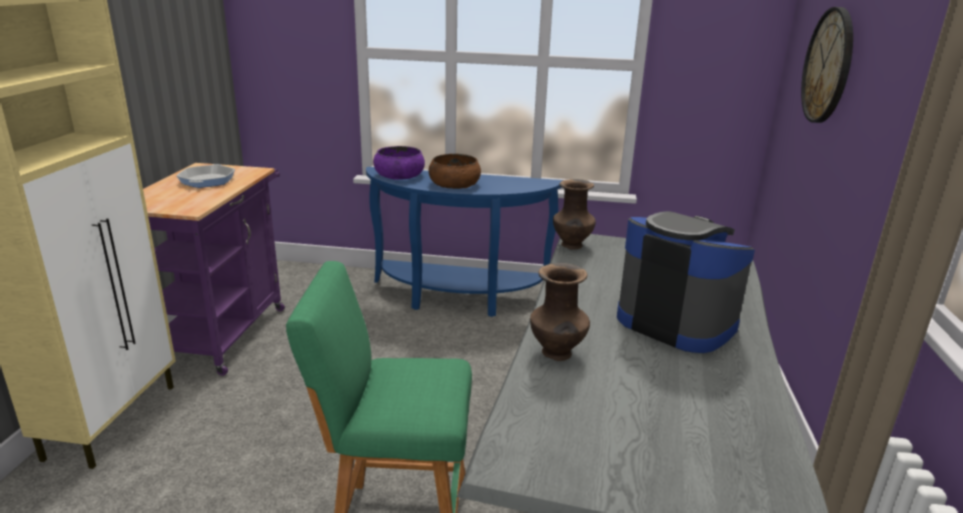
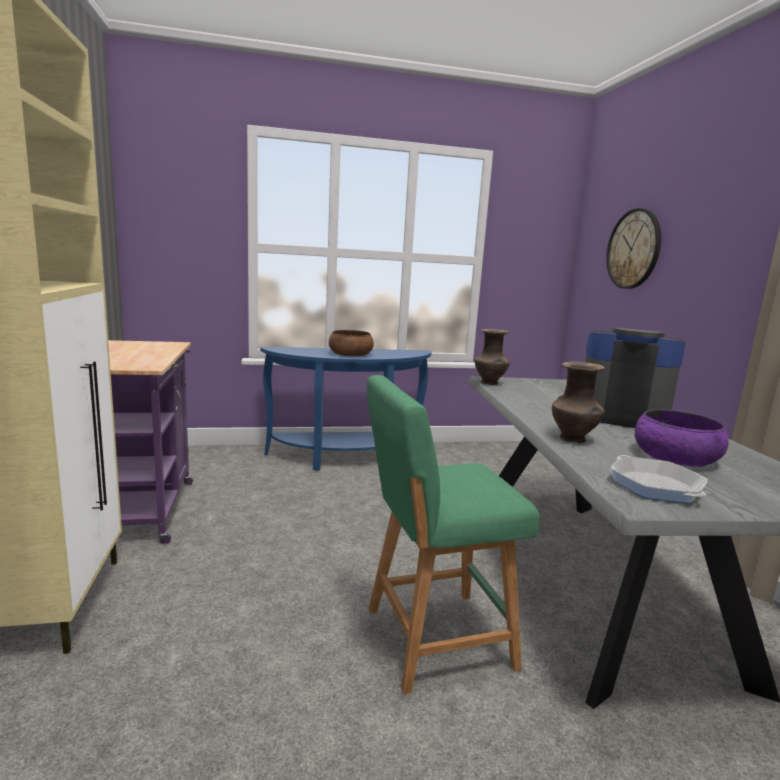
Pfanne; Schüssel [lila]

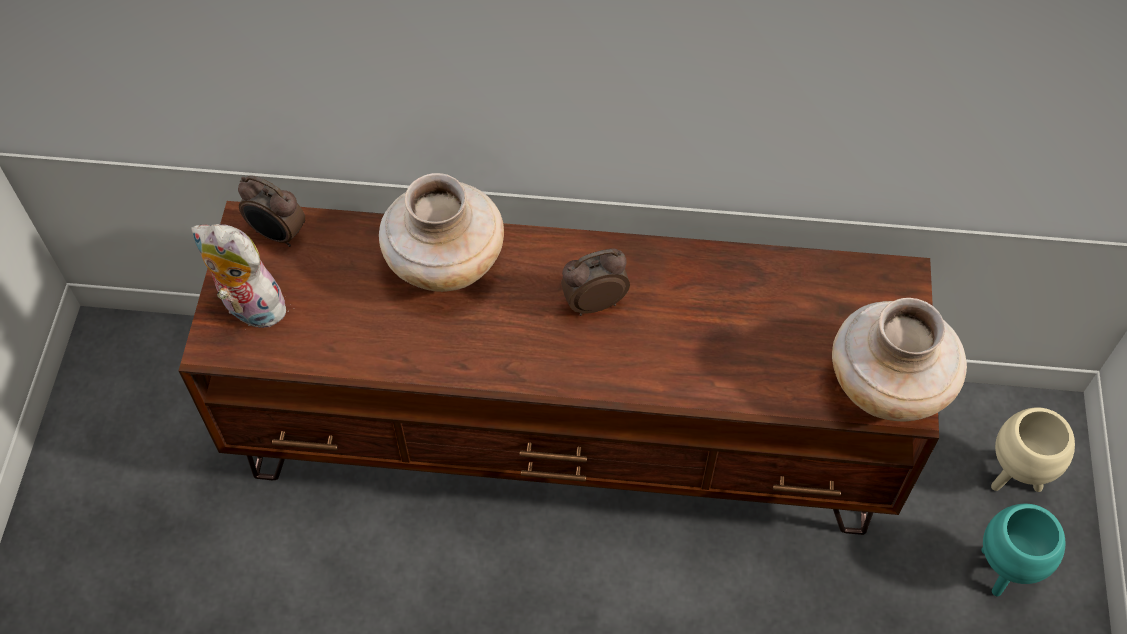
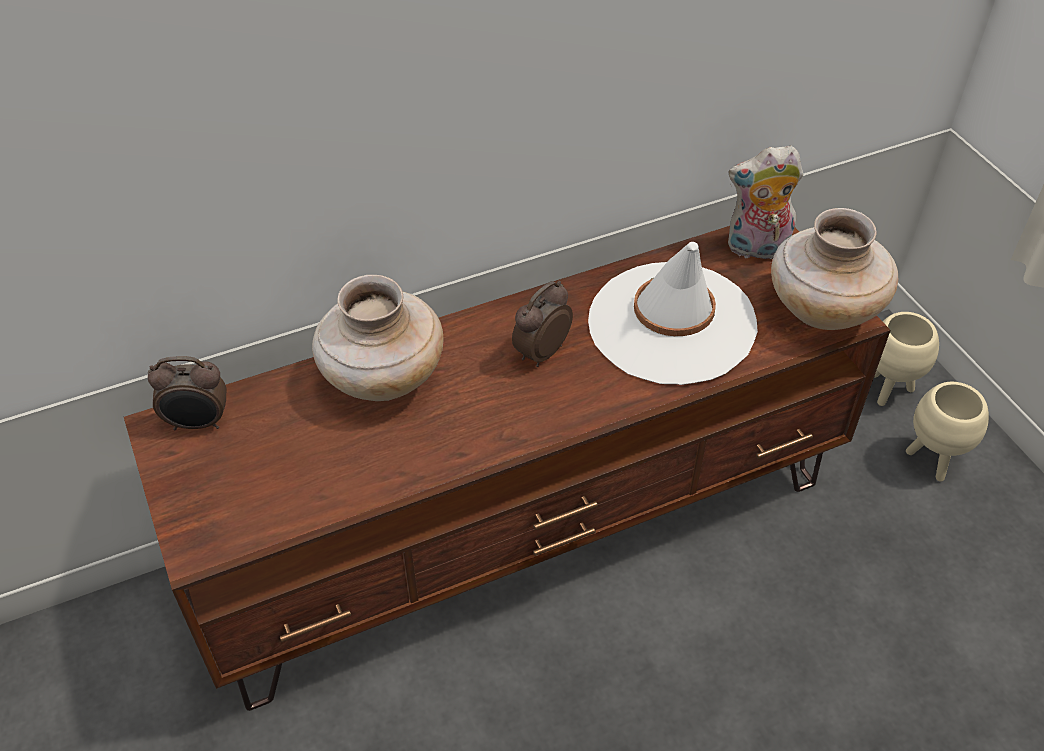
Hut [weiß]; Plüschtier; Pflanzkübel [beige] (2nd from left)

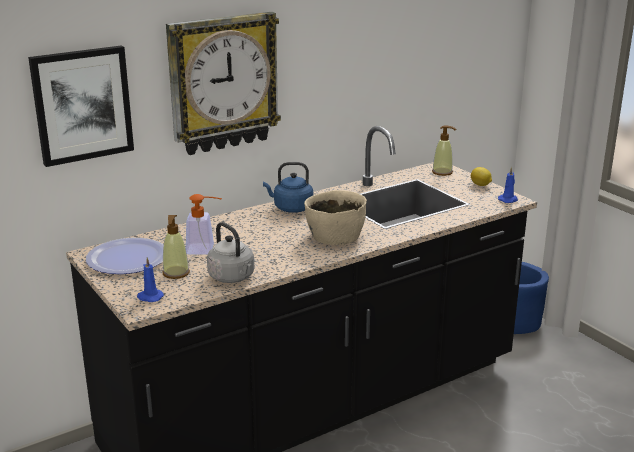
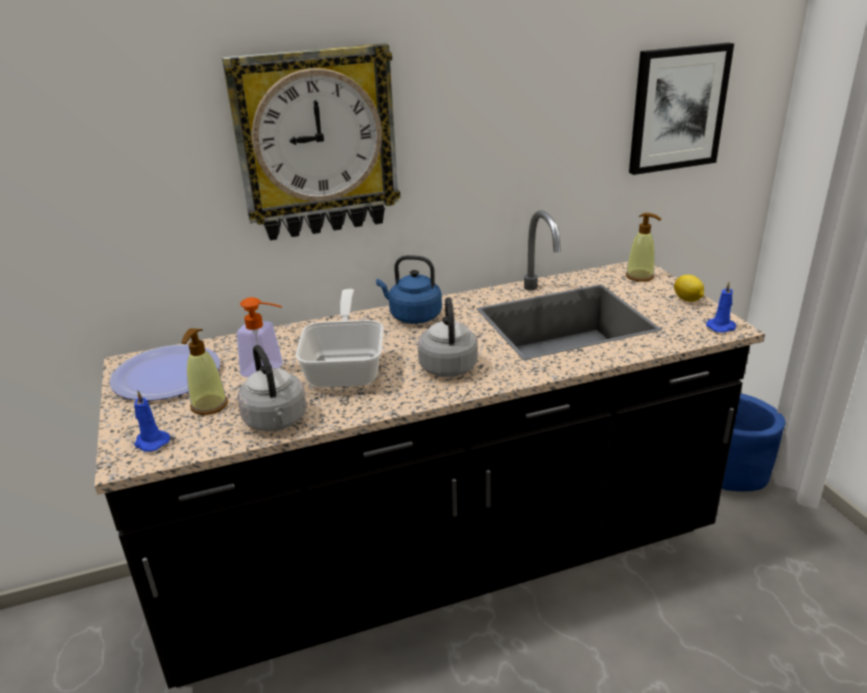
Pfanne; Bild; Wasserkessel [grau] (2nd from left)

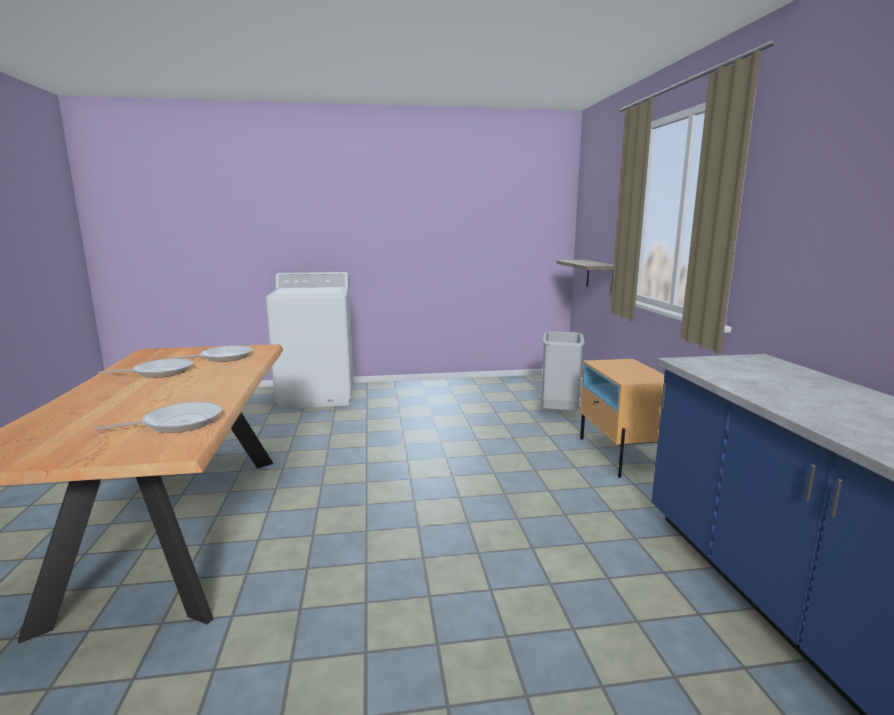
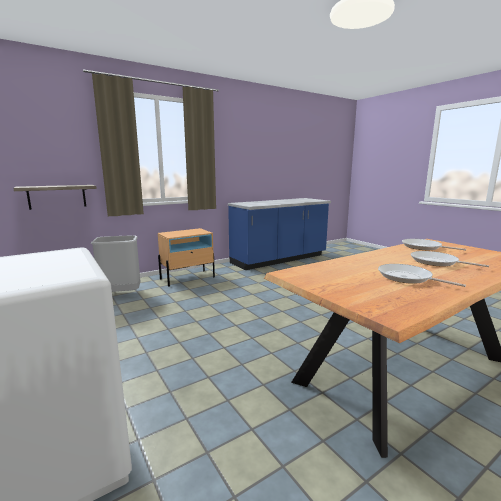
Pfanne (3rd from left)

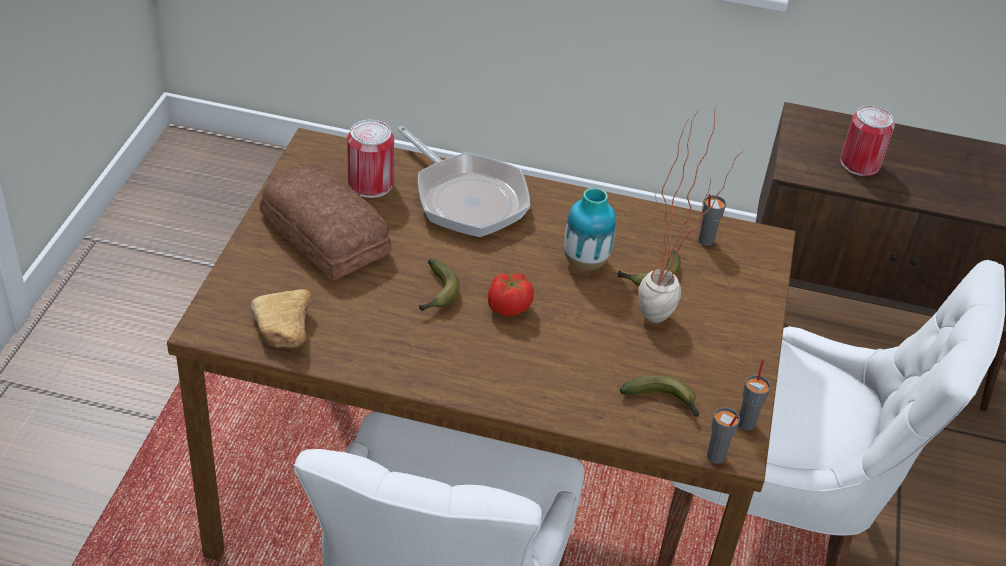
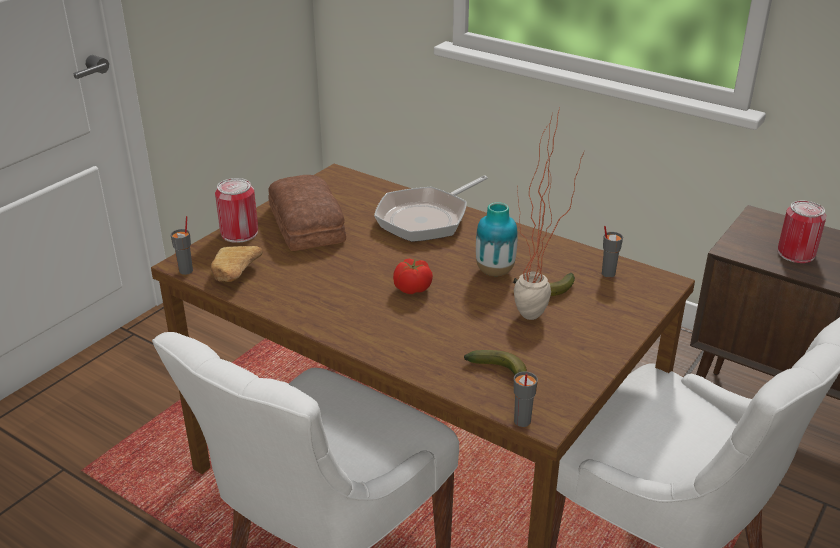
Banane (1st from left in the first image); Dose (1st from left); Tasse [grau] (1st from left); Pfanne

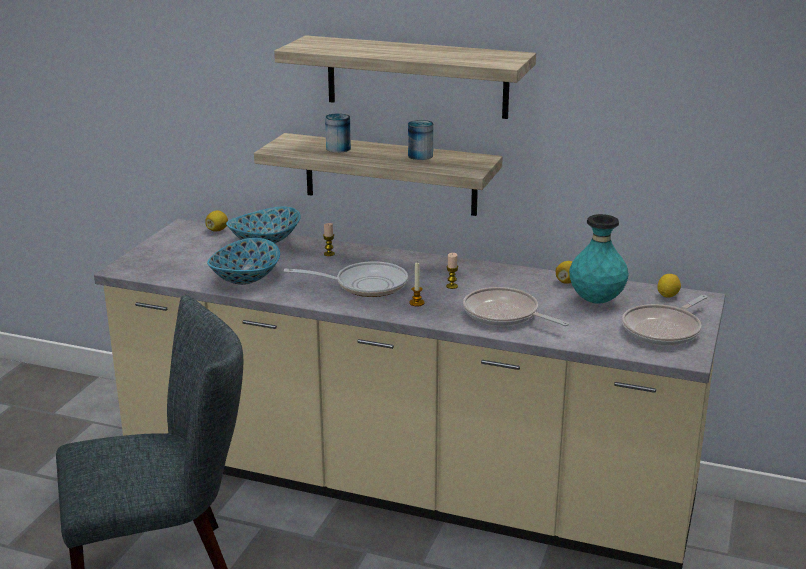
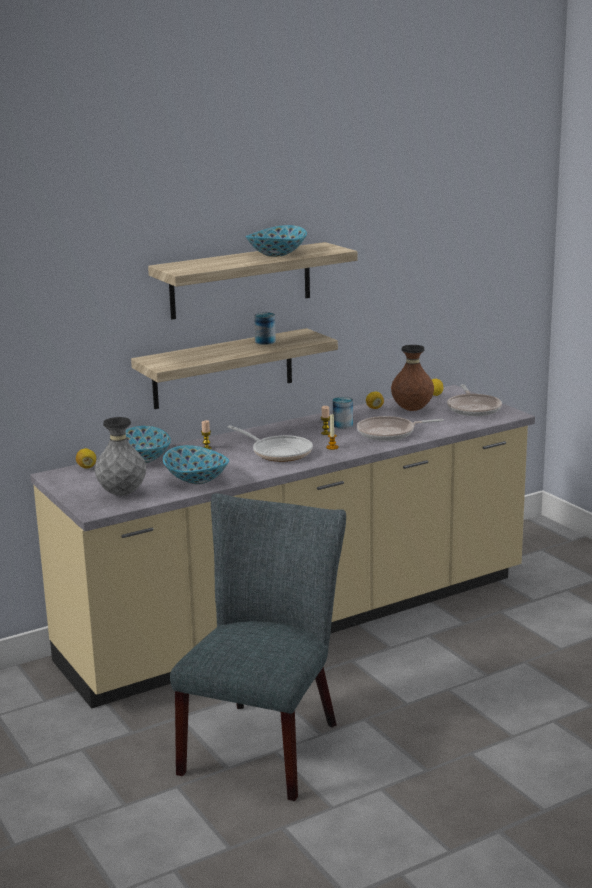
Vase [grau]; Schüssel (3rd from left); Dose (2nd from left); Vase [braun]; Pfanne (1st from left)

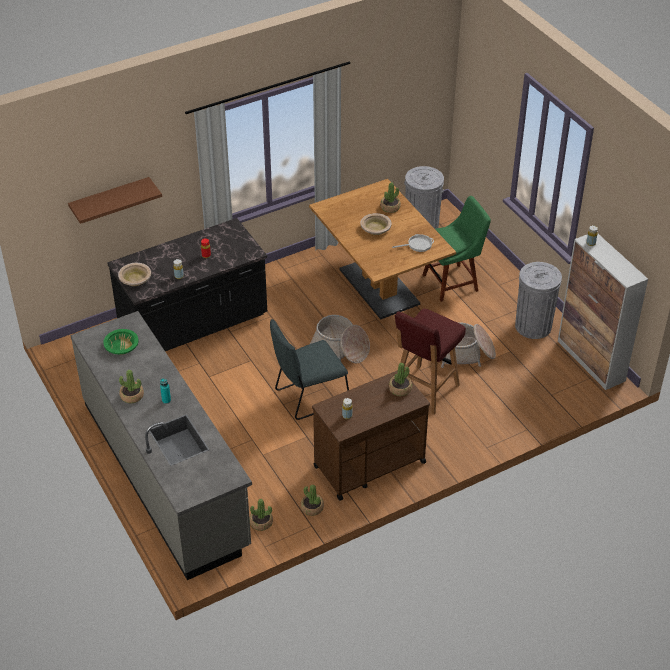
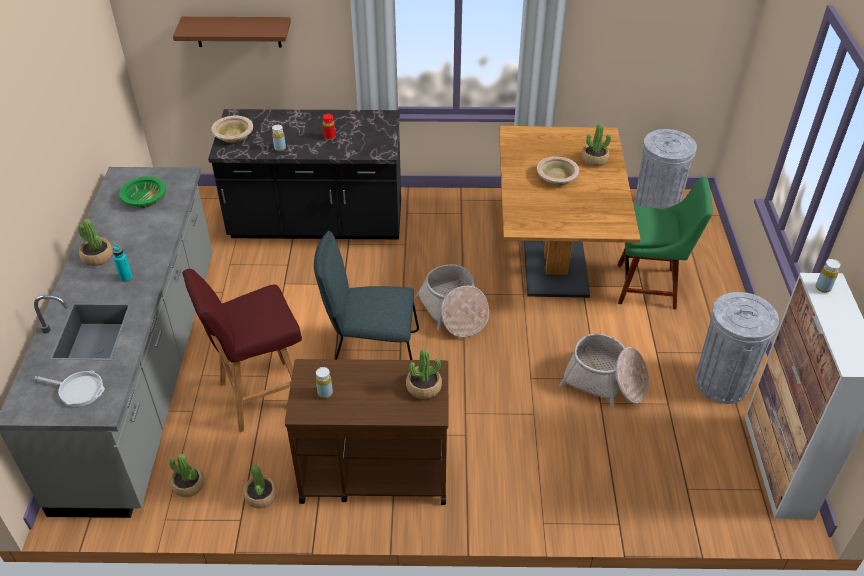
Pfanne; Hocker [rot]

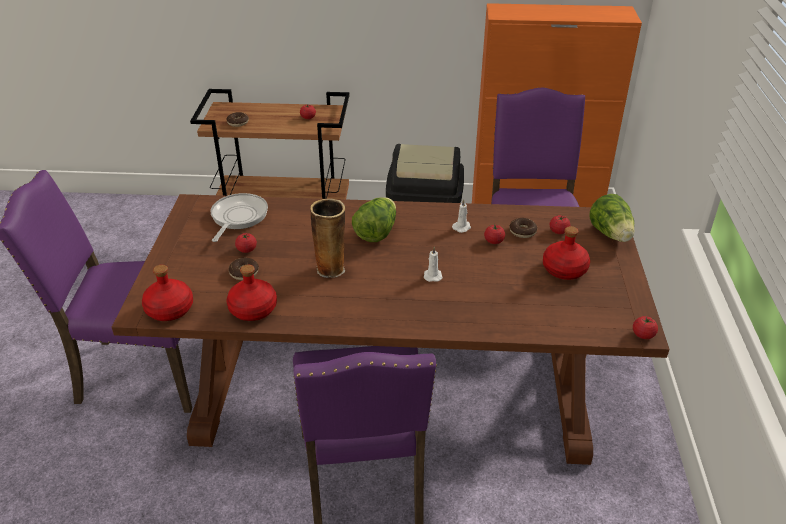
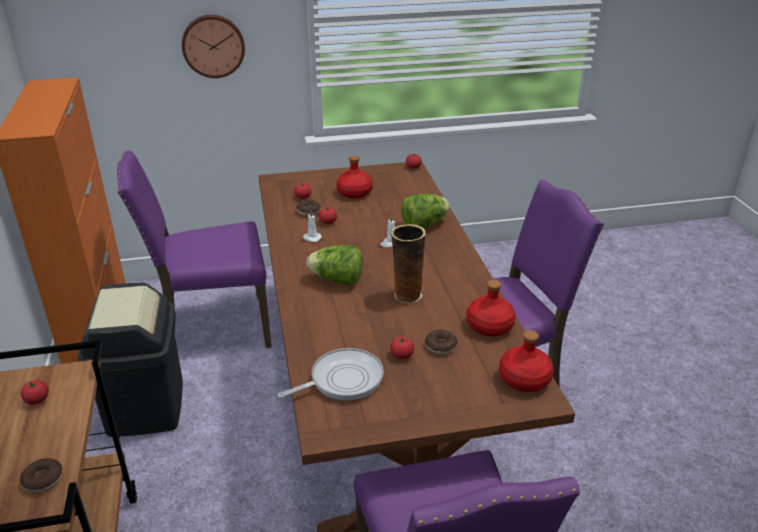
Wanduhr; Salatkopf (2nd from left); Pfanne

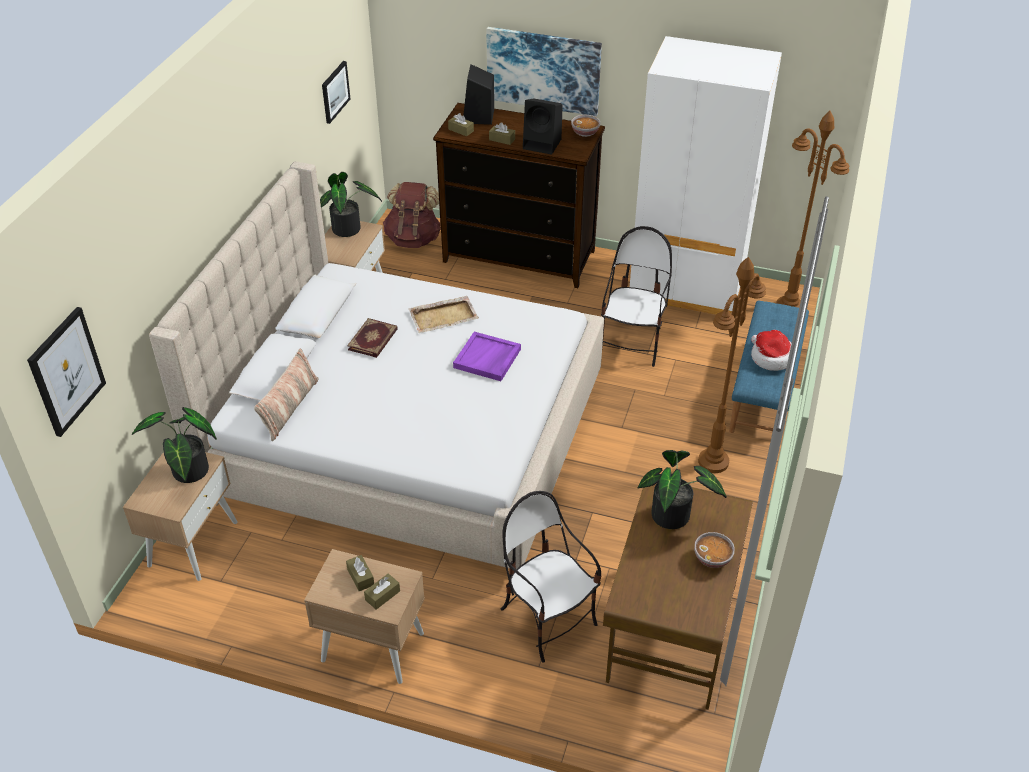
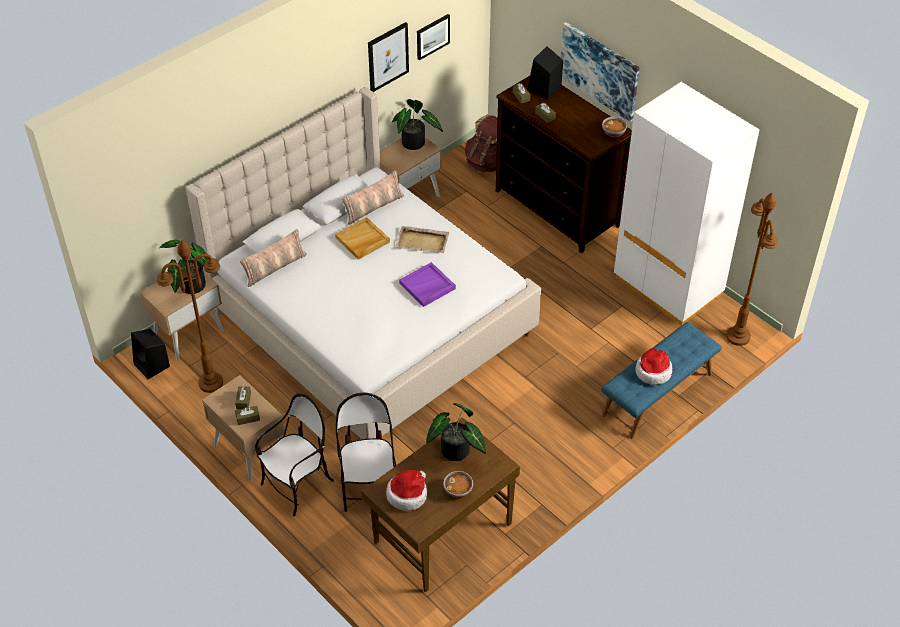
Kissen (2nd from left); Hut (1st from left); Bild (1st from left); Lautsprecher [schwarz] (1st from left); Stuhl (1st from left); Stehlampe [braun] (1st from left); Tablett [beige] (1st from left)

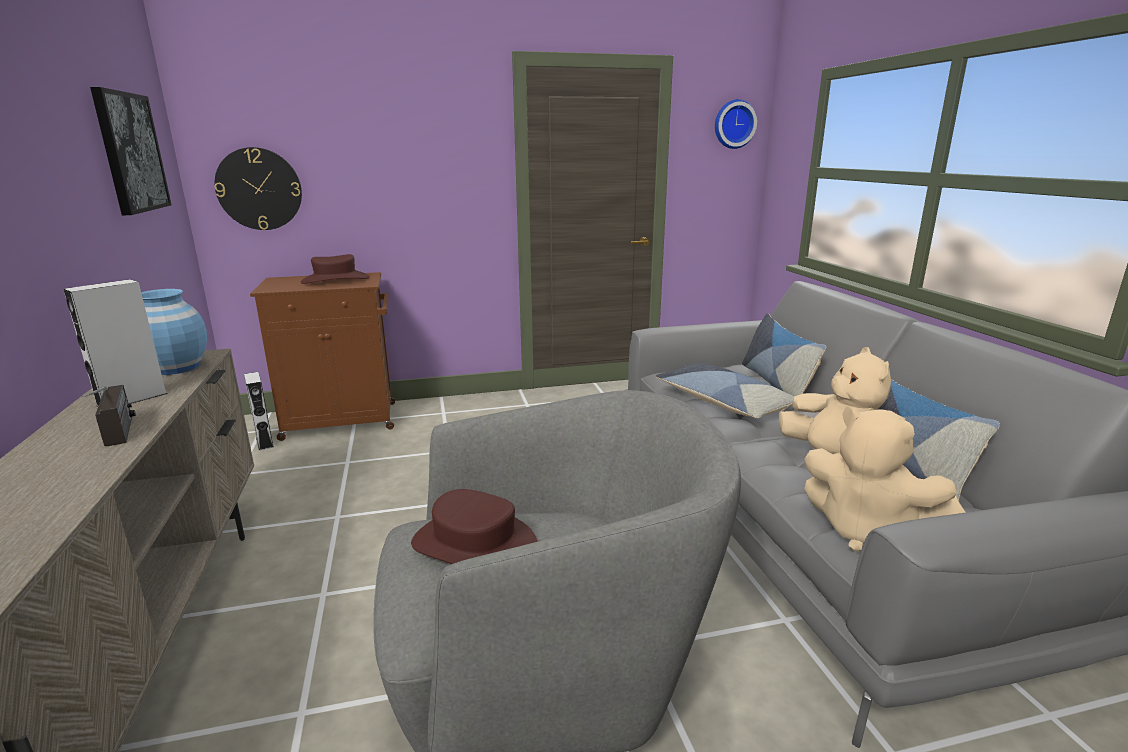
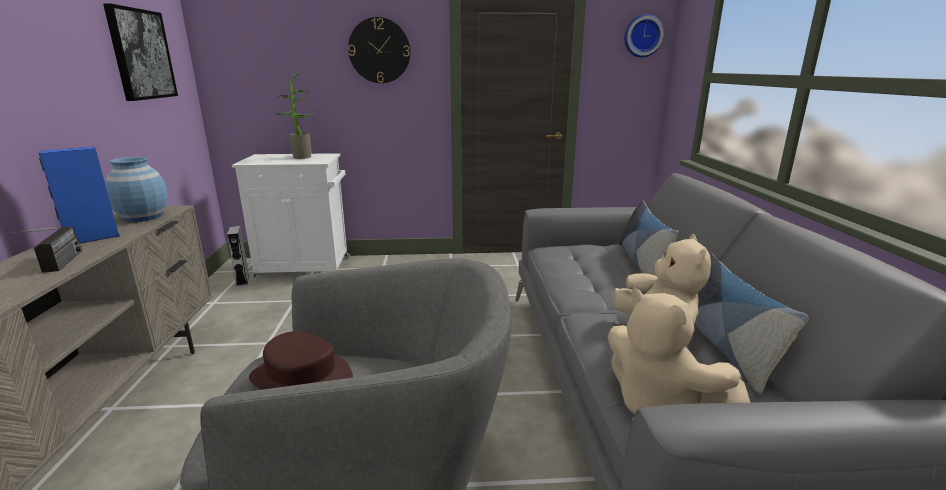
Kissen (1st from left in the first image); Wanduhr (1st from left); Topfpflanze; Lautsprecher [blau]; Schrank [weiß]

